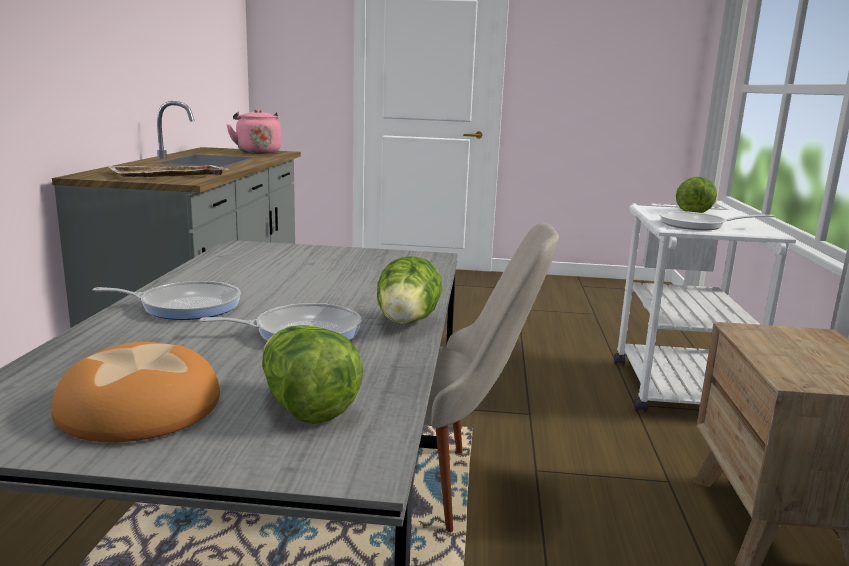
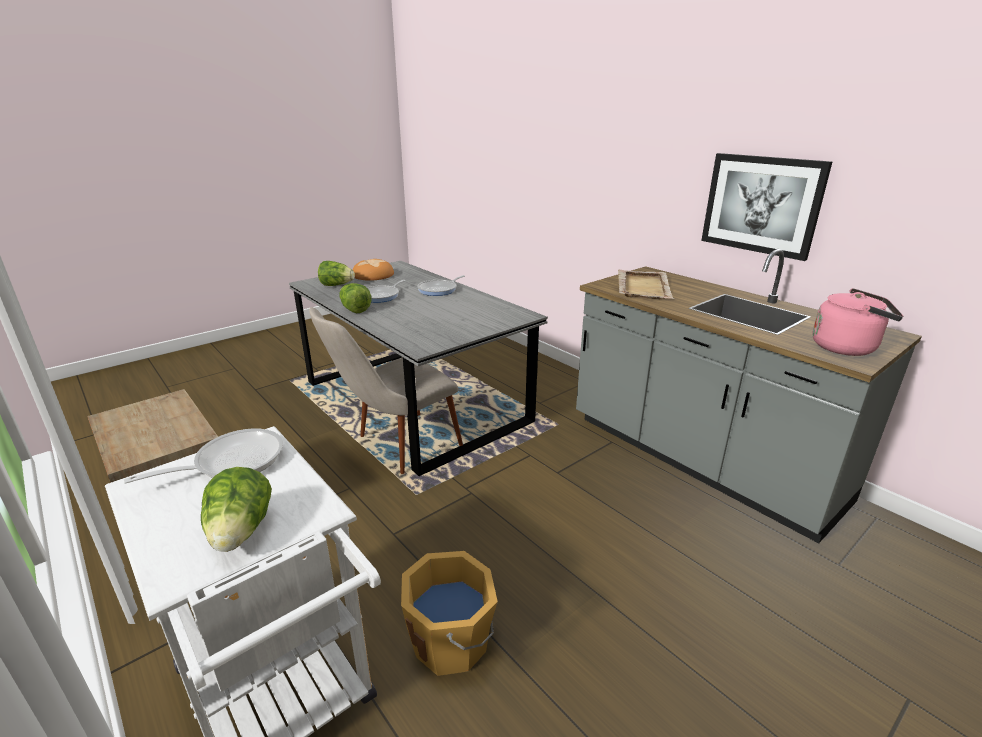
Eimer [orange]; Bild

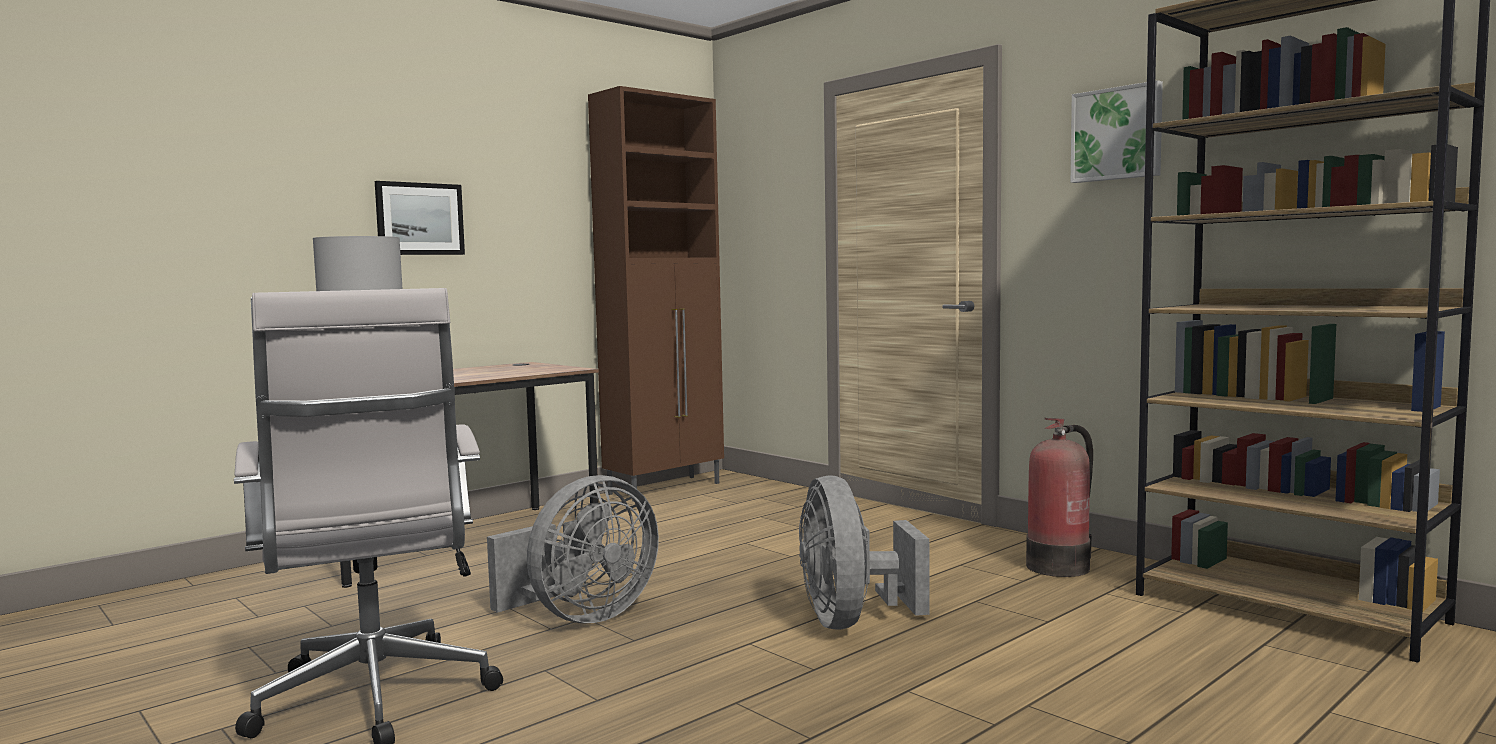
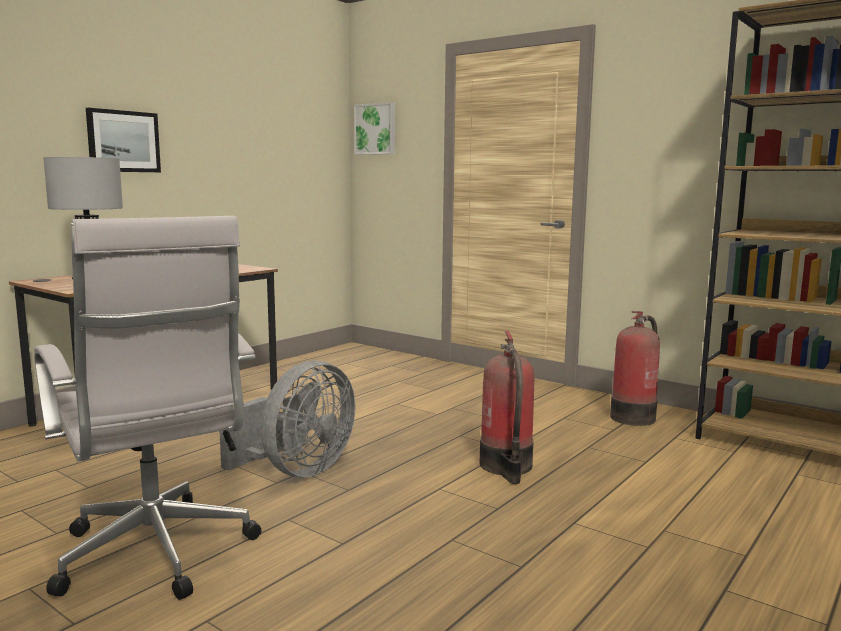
Schrank [braun]; Bild (2nd from left); Feuerlöscher (1st from left)

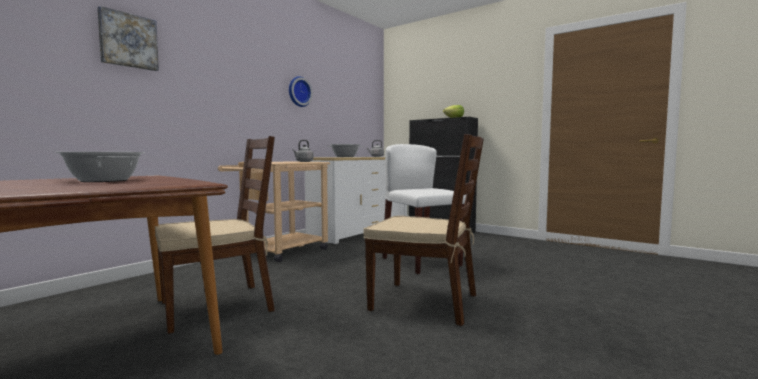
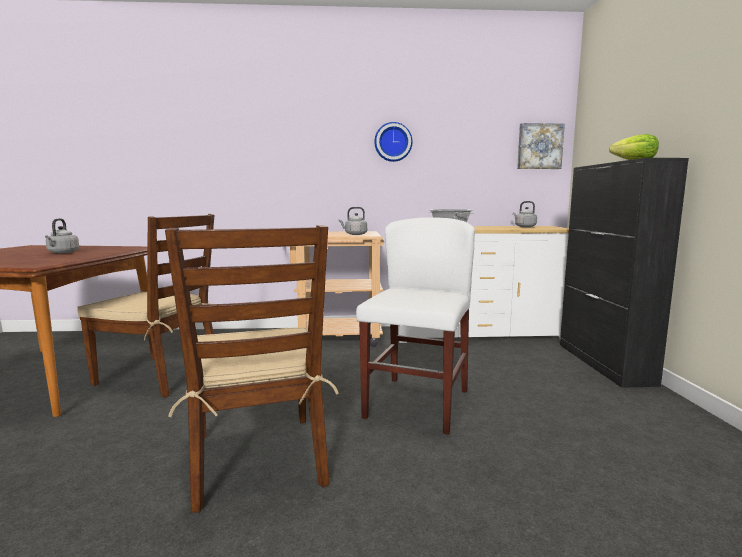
Bild; Wasserkessel [grau] (1st from left)

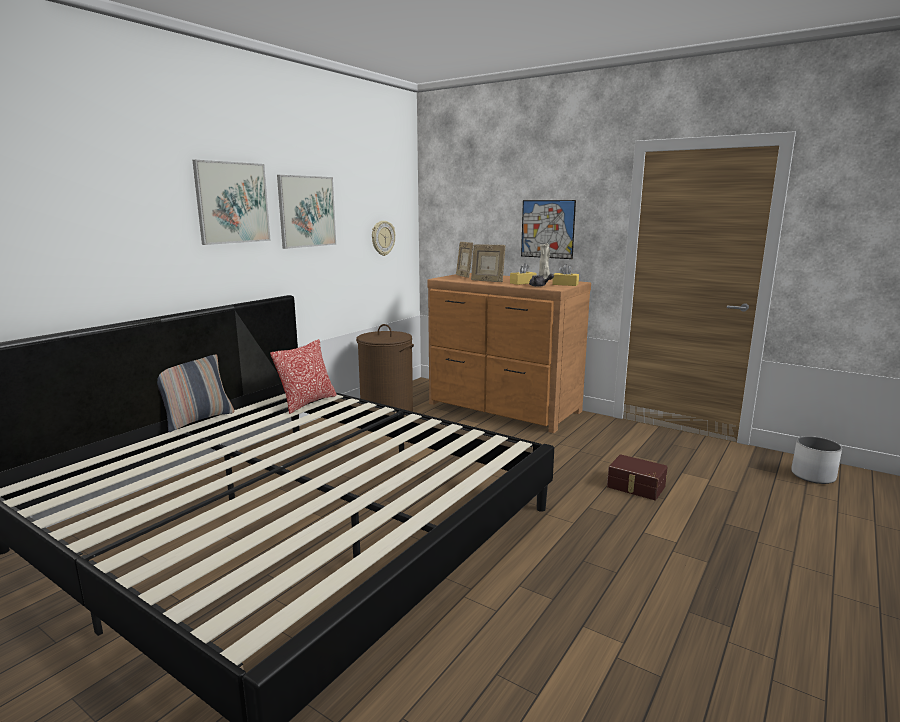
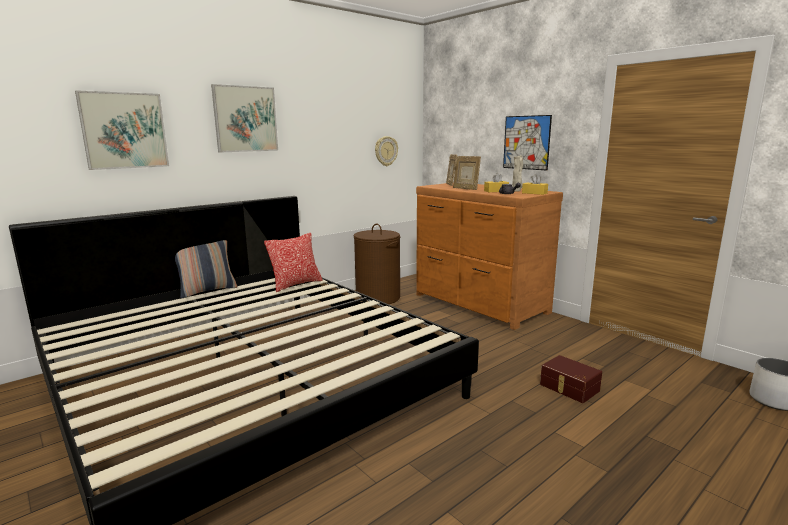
Bild (1st from left)

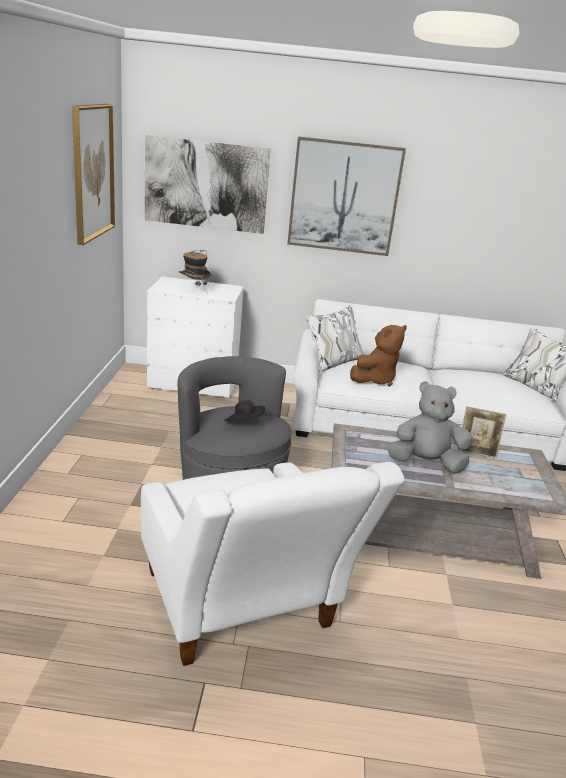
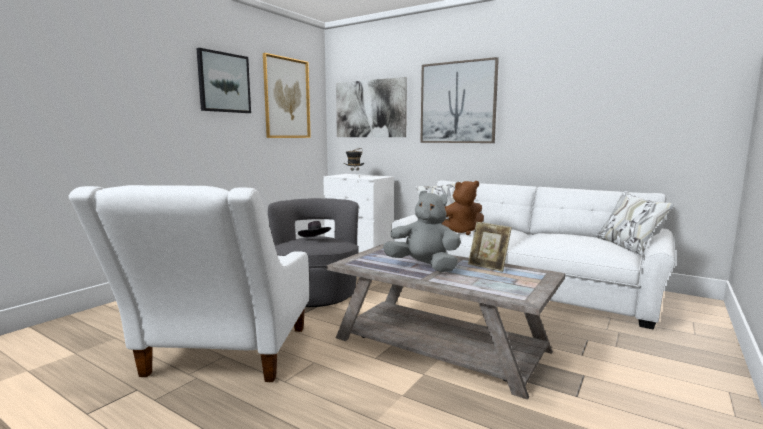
Bild (1st from left)

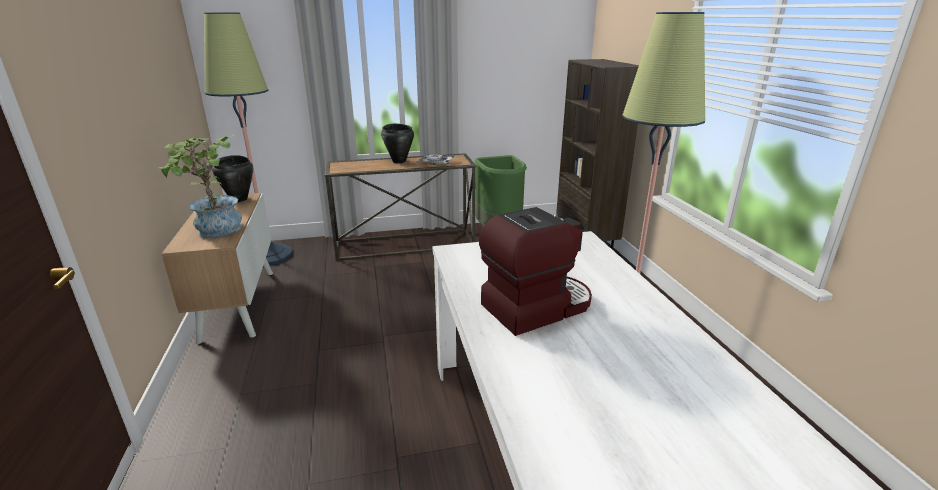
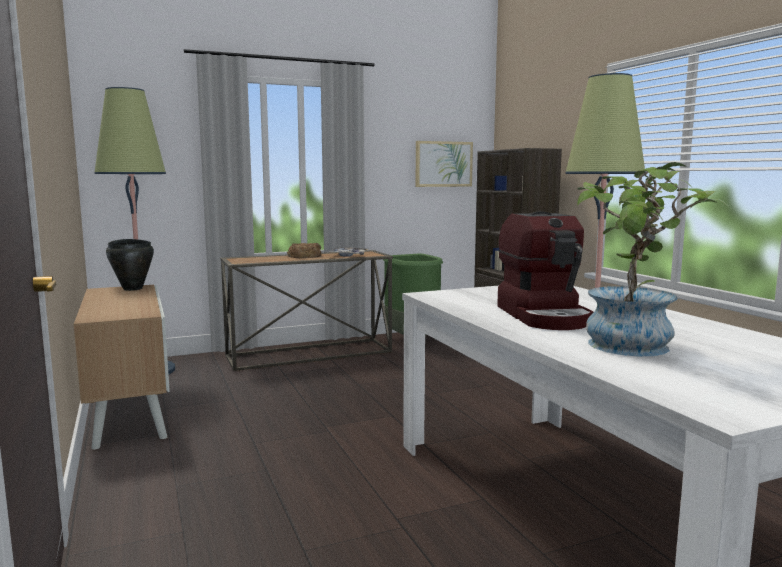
Bild; Topfpflanze; Brot; Kaffeemaschine

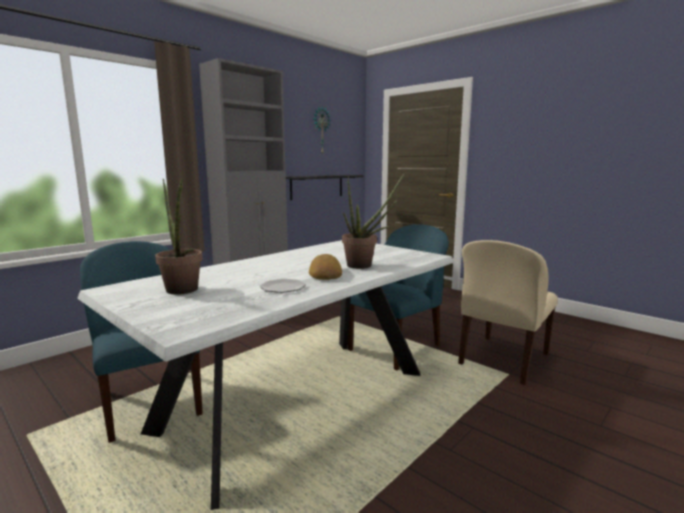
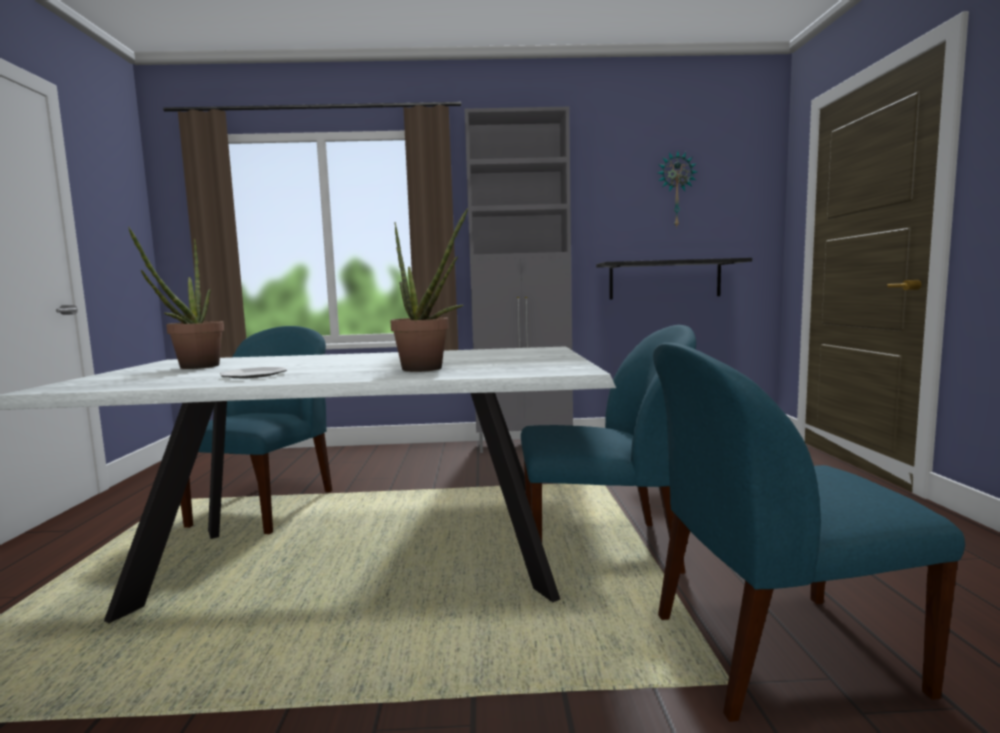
Brot; Stuhl [blau] (3rd from left)

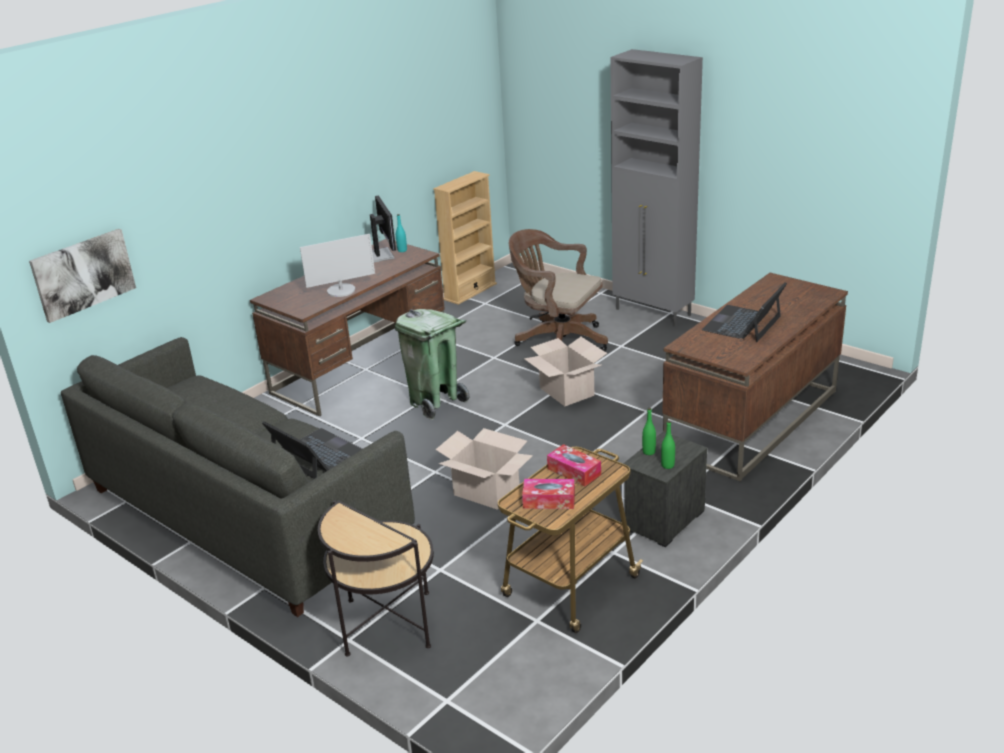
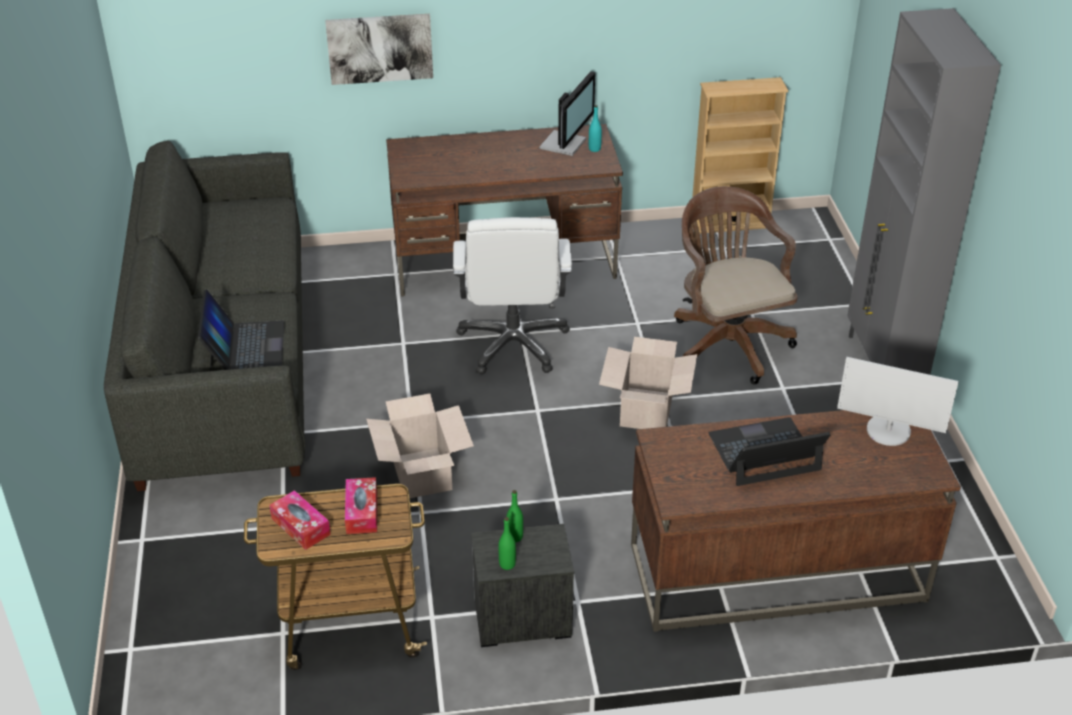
Beistelltisch; Bild; Monitor (2nd from left); Bürostuhl [weiß]

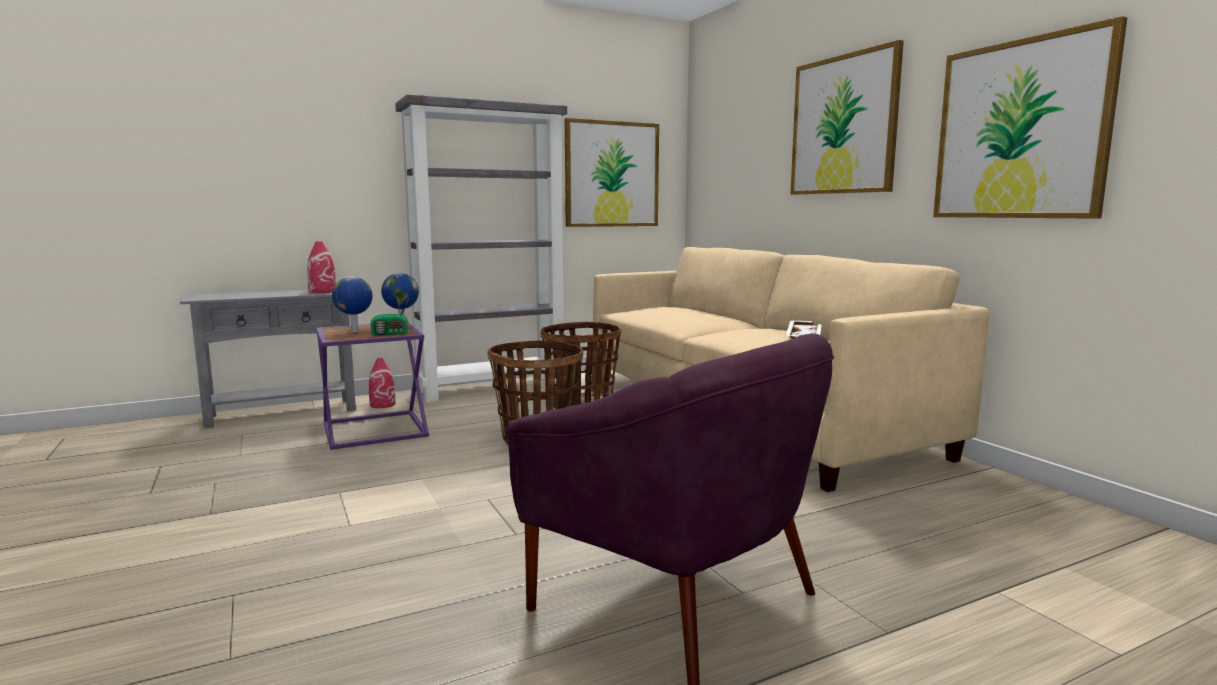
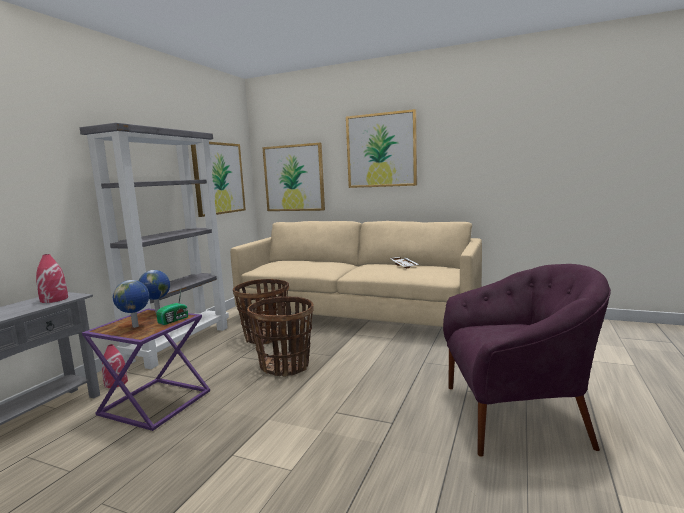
Bild (2nd from left)

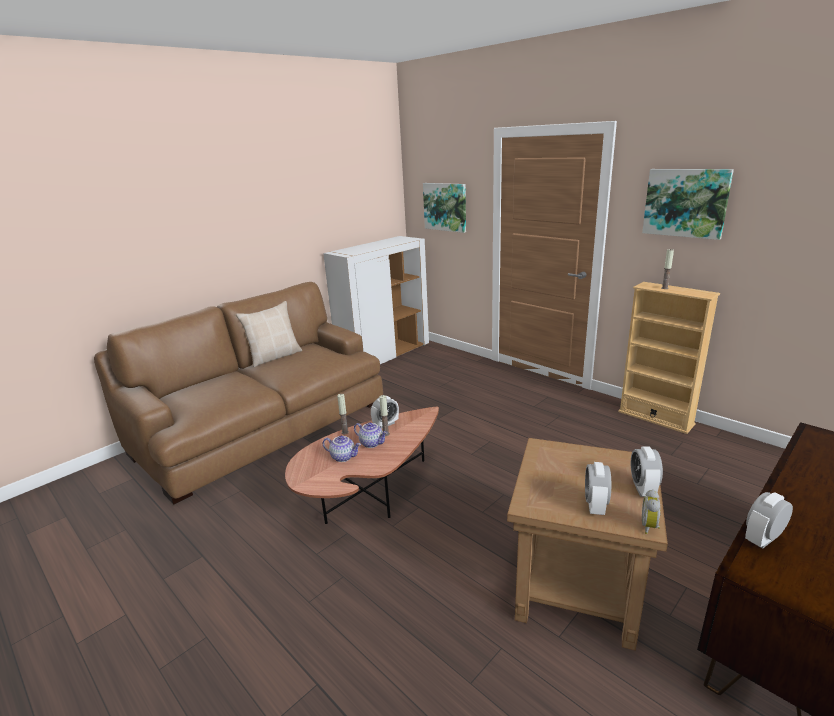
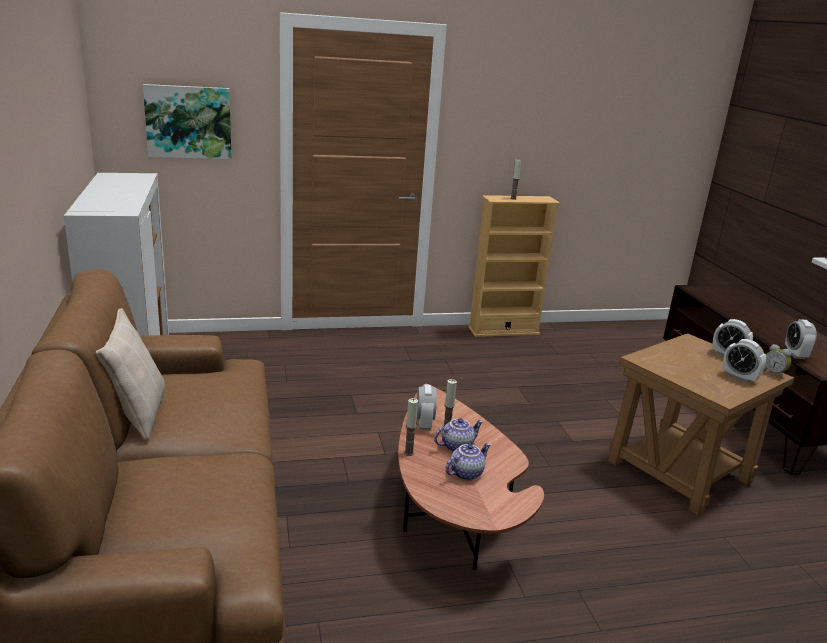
Bild (2nd from left in the first image)

